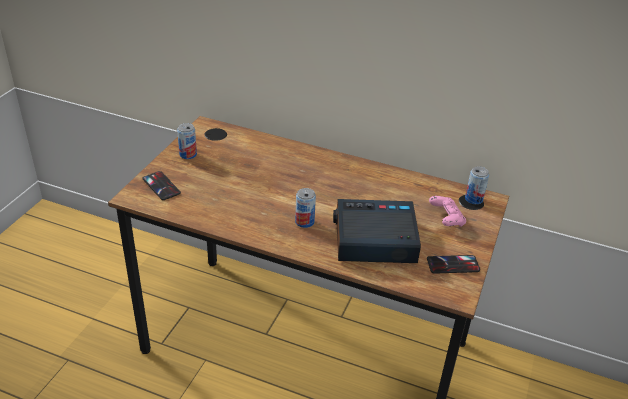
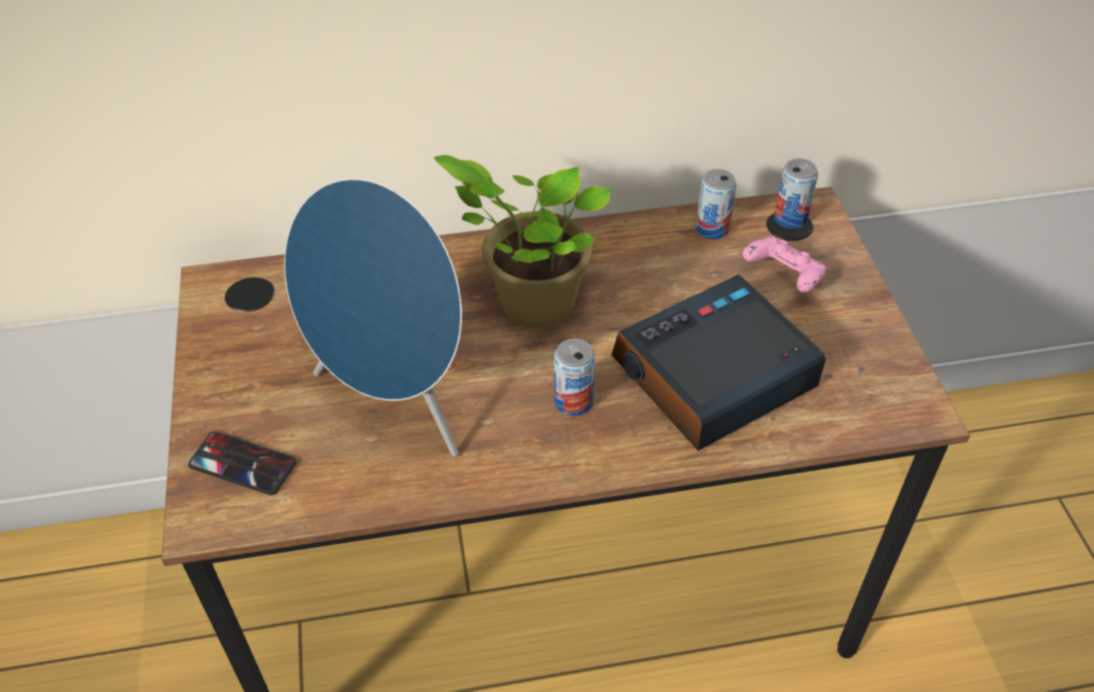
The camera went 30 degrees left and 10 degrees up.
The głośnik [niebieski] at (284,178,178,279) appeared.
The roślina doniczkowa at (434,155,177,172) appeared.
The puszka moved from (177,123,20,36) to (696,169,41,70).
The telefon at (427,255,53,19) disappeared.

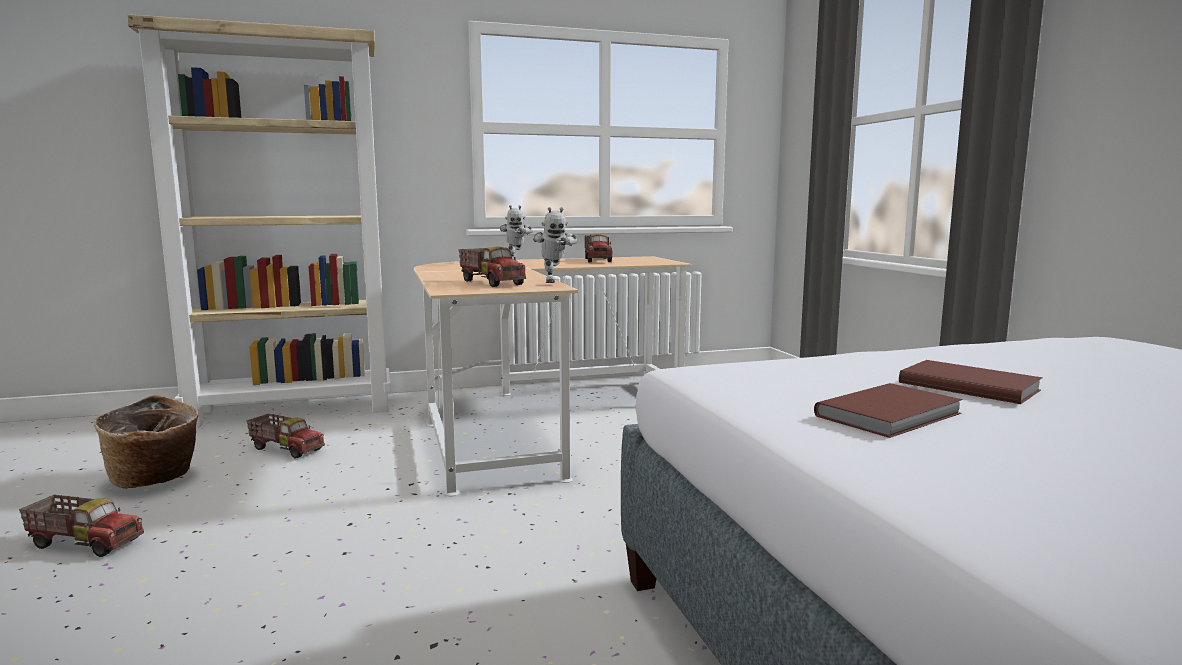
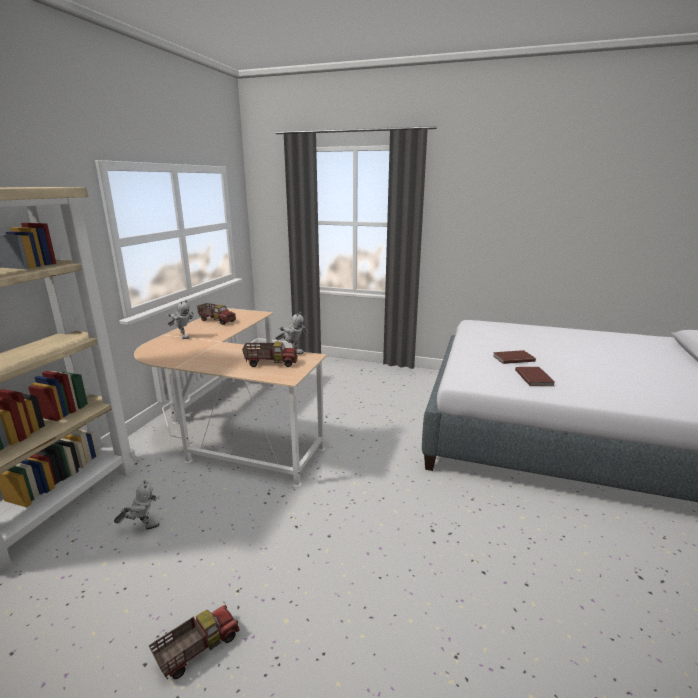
The camera went 55 degrees left and 10 degrees up.
The ciężarówka zabawkowa at (246,414,79,45) was replaced by the robot zabawkowy at (114,480,46,50).
The koszyk at (94,395,105,94) disappeared.

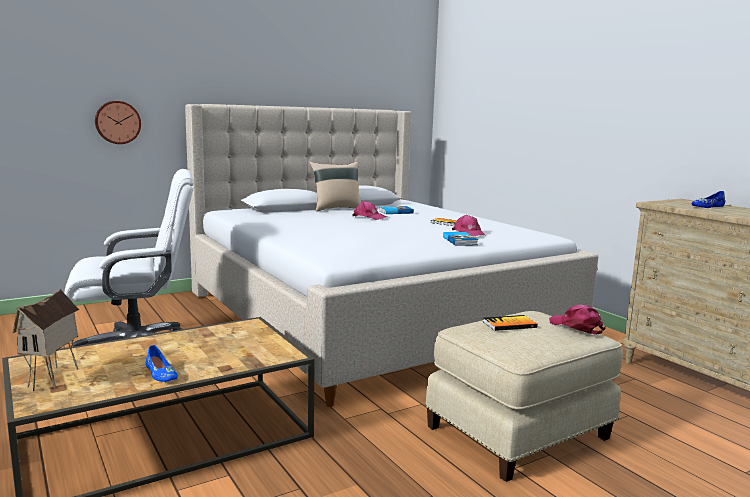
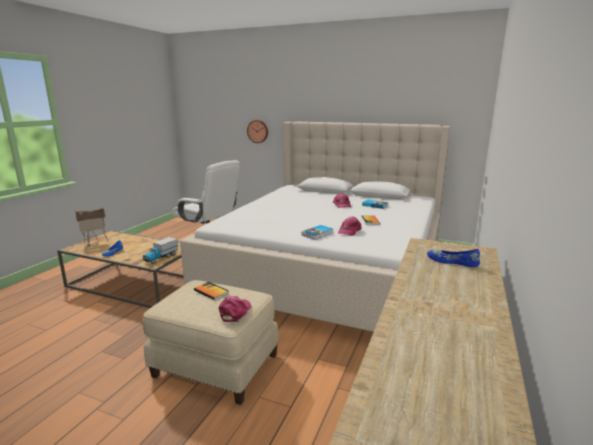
The camera went 55 degrees right and 5 degrees up.
The ciężarówka zabawkowa at (143,237,35,27) appeared.
The poduszka [beżowy] at (310,162,51,50) disappeared.

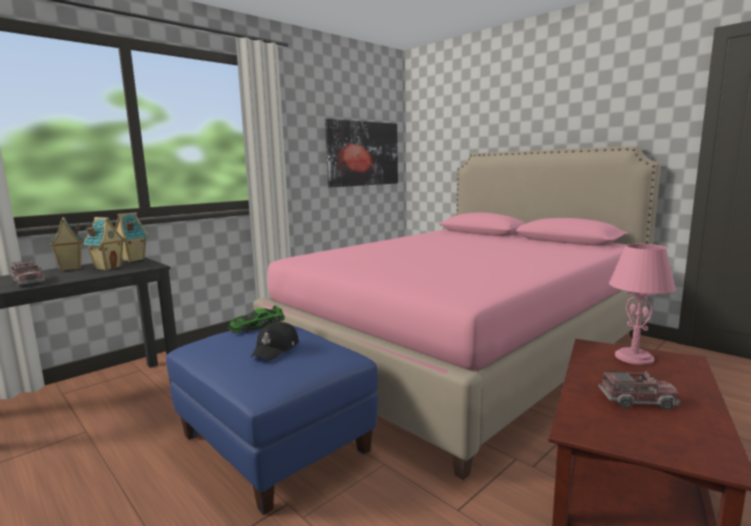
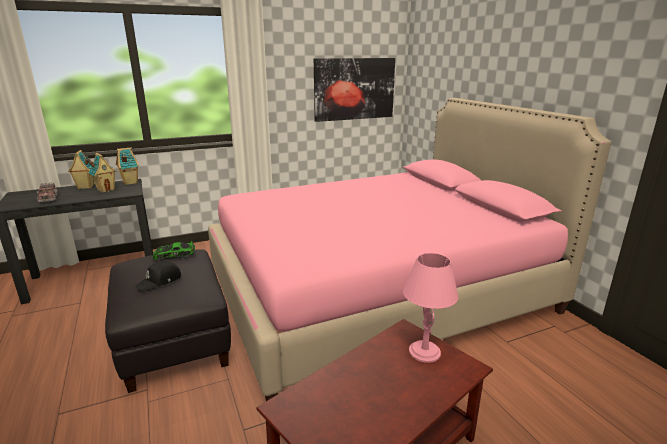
The camera went 20 degrees right and 10 degrees up.
The pufa [niebieski] at (166,325,212,190) became the pufa [czarny] at (105,249,126,144).
The ciężarówka zabawkowa at (598,371,82,39) disappeared.

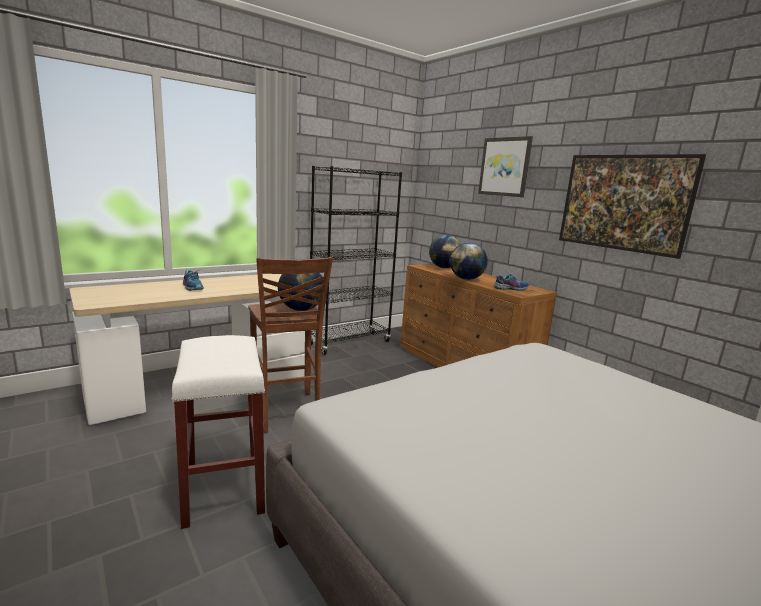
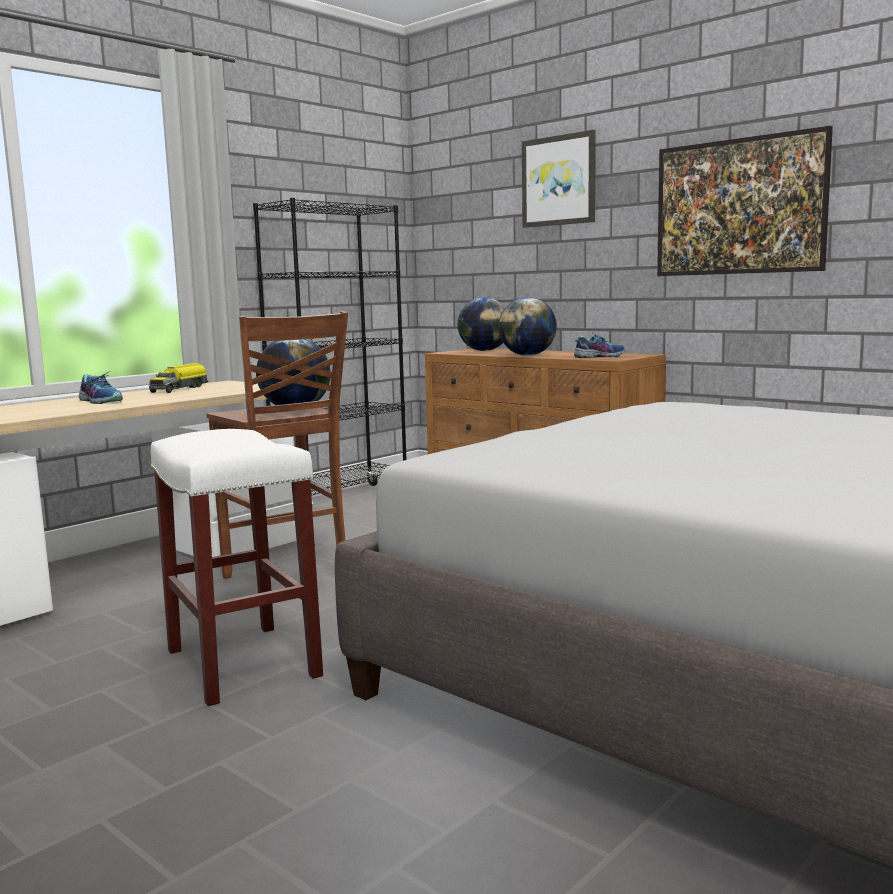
The camera went 10 degrees left and 5 degrees down.
The ciężarówka zabawkowa at (149,363,59,30) appeared.

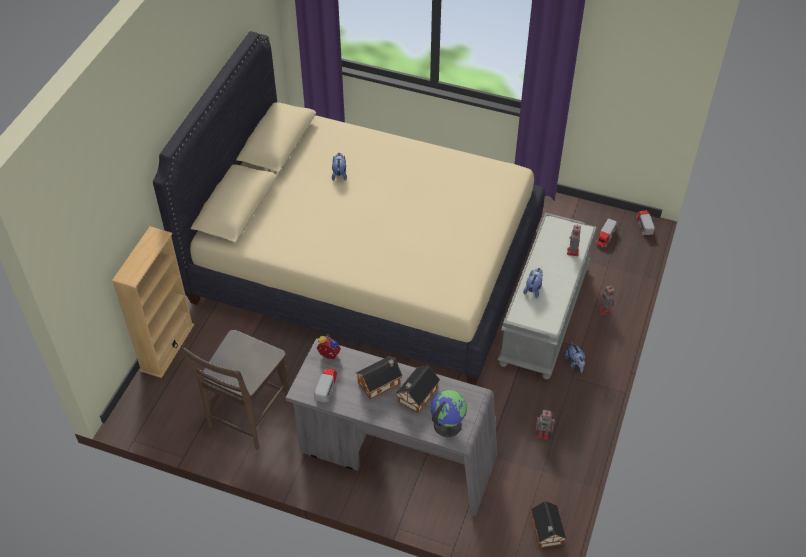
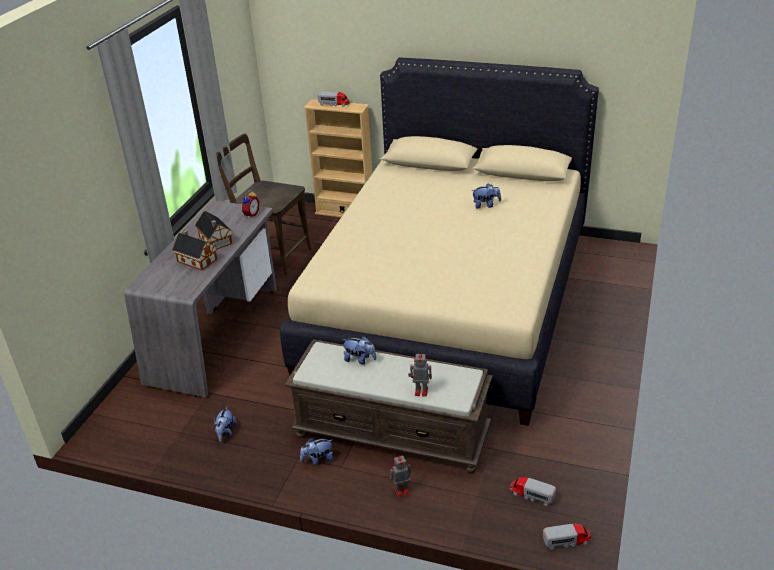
The camera went 90 degrees right and 15 degrees down.
The robot zabawkowy at (536,410,19,30) was replaced by the pluszak at (214,407,23,35).
The ławka [szary] at (498,213,99,167) became the ławka [brązowy] at (285,339,208,134).
The ciężarówka zabawkowa moved from (314,368,24,35) to (318,91,32,16).
The globus at (431,390,36,47) disappeared.
The domek at (531,501,35,47) disappeared.

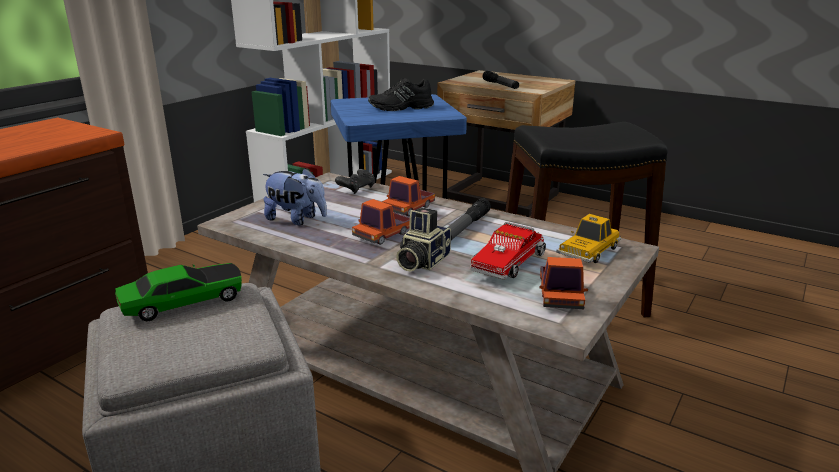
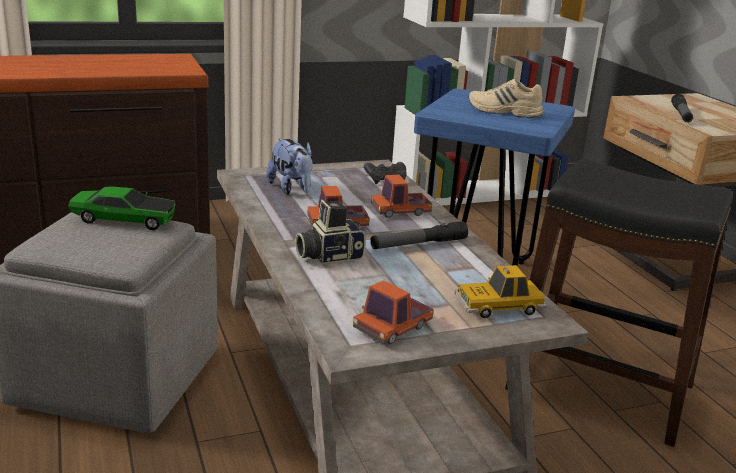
The camera went 35 degrees right and 0 degrees up.
The but [czarny] at (368,78,66,33) became the but [beżowy] at (469,79,75,39).
The ciężarówka zabawkowa at (470,222,76,58) disappeared.

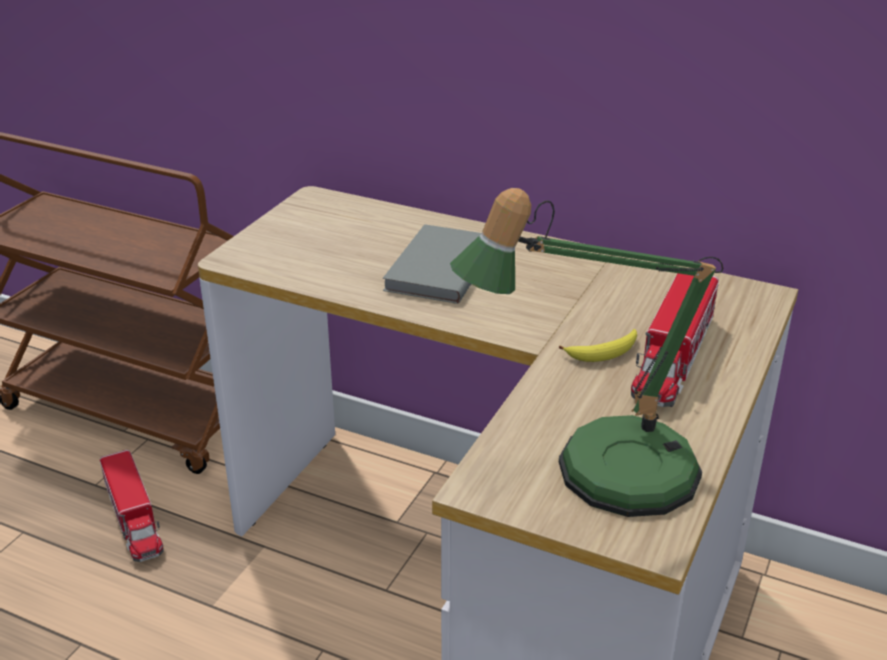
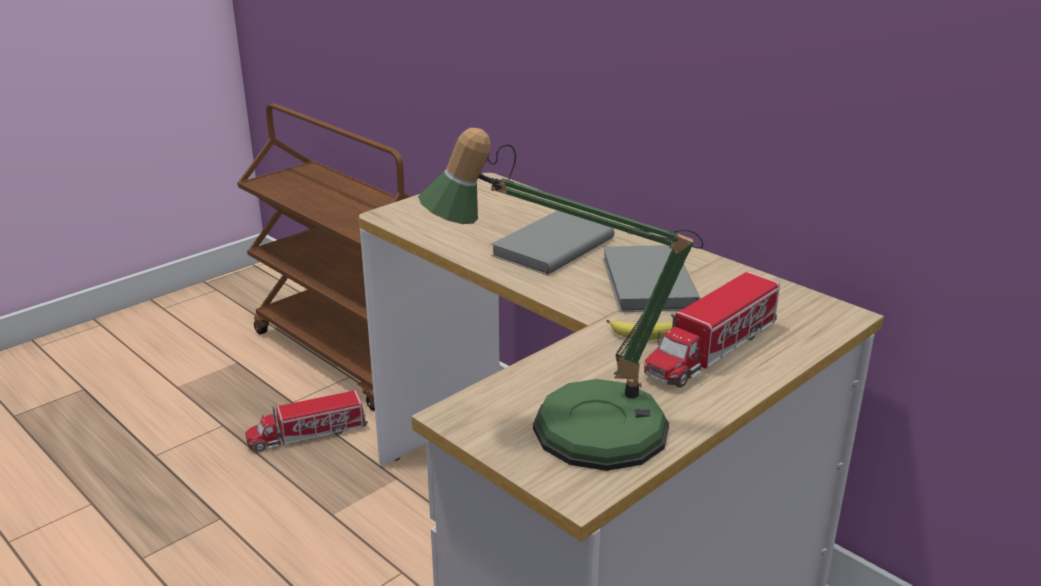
The camera went 20 degrees right and 5 degrees down.
The ciężarówka zabawkowa at (100,450,63,112) turned 75 degrees clockwise.
The książka [szary] at (603,245,97,67) appeared.

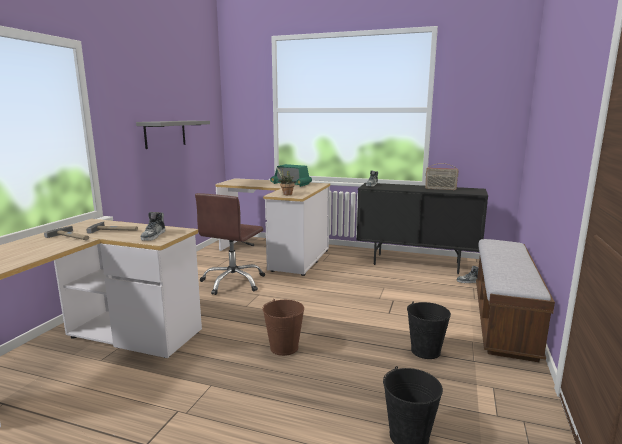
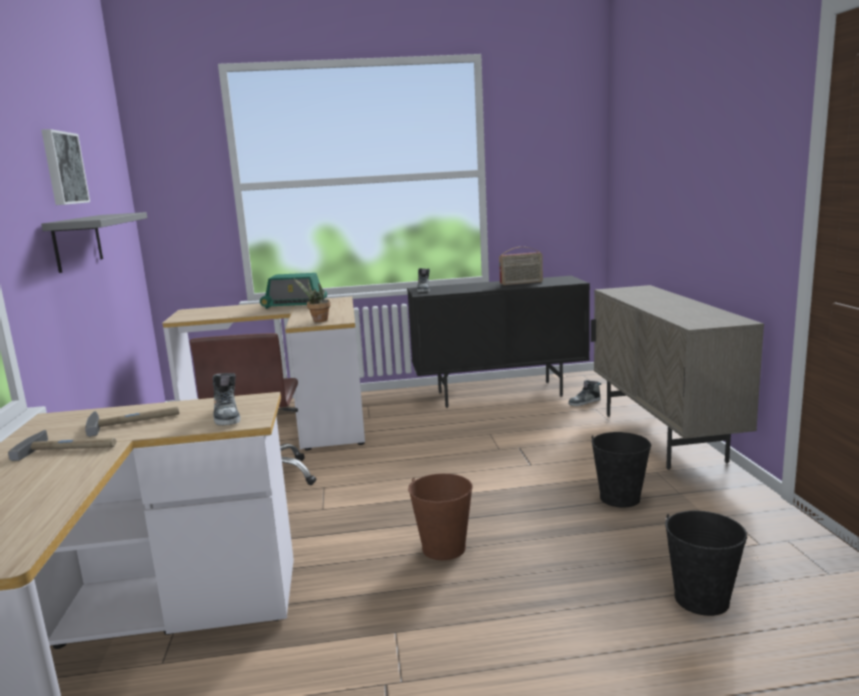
The camera went 25 degrees left and 0 degrees up.
The obraz at (41,129,49,76) appeared.
The ławka at (476,239,79,123) was replaced by the szafka [beżowy] at (591,285,173,185).

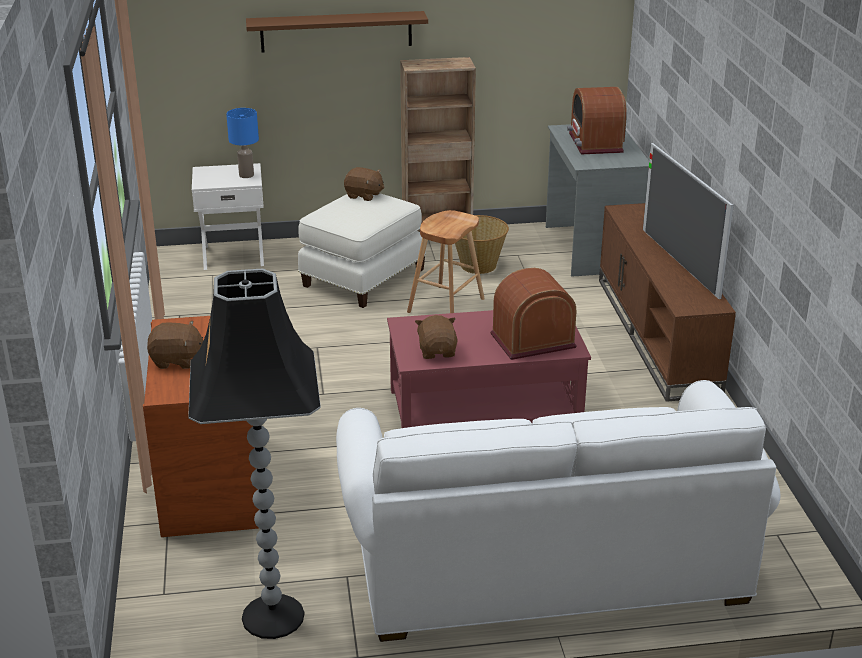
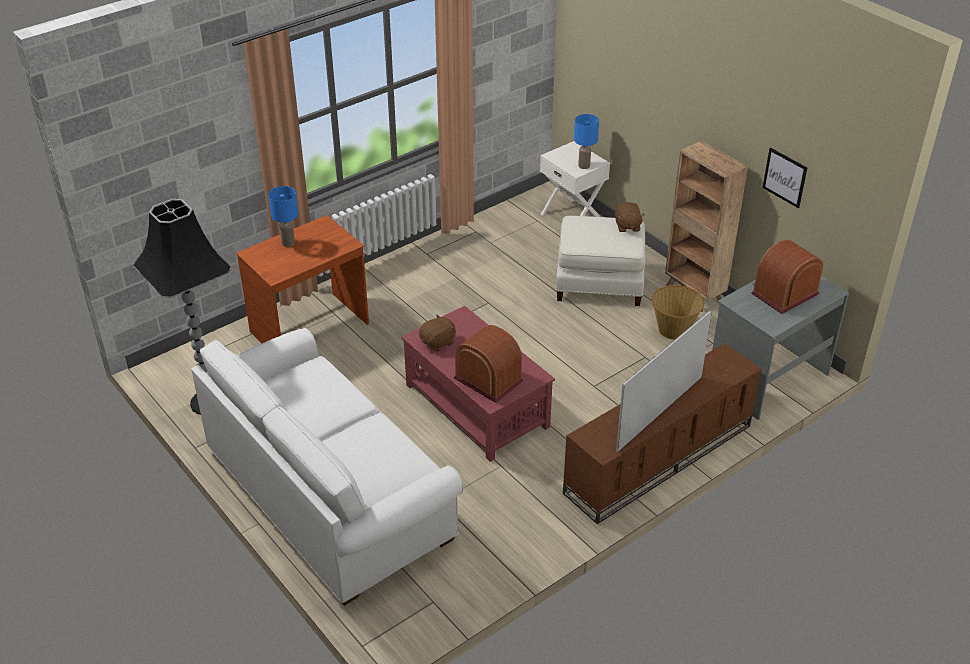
The camera went 60 degrees right and 10 degrees up.
The pluszak [brązowy] at (147,321,56,48) was replaced by the lampa stołowa [niebieski] at (268,186,30,61).
The obraz at (762,148,45,60) appeared.
The półka [brązowy] at (246,11,182,41) disappeared.
The stołek [brązowy] at (407,210,78,103) disappeared.

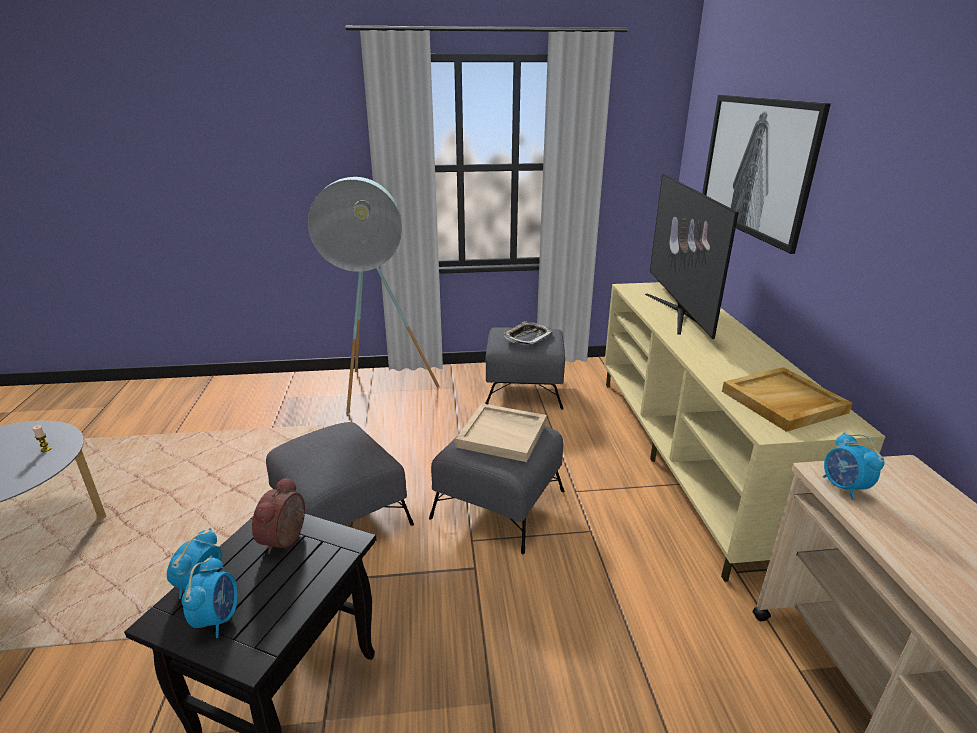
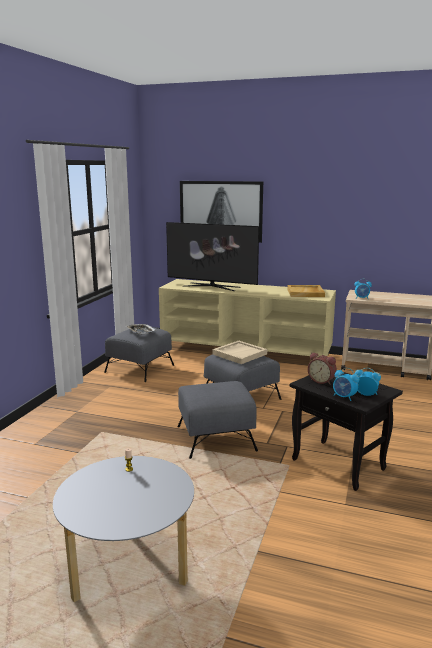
The camera went 65 degrees left and 10 degrees down.
The lampa stojąca [turkusowy] at (308,177,131,238) disappeared.

